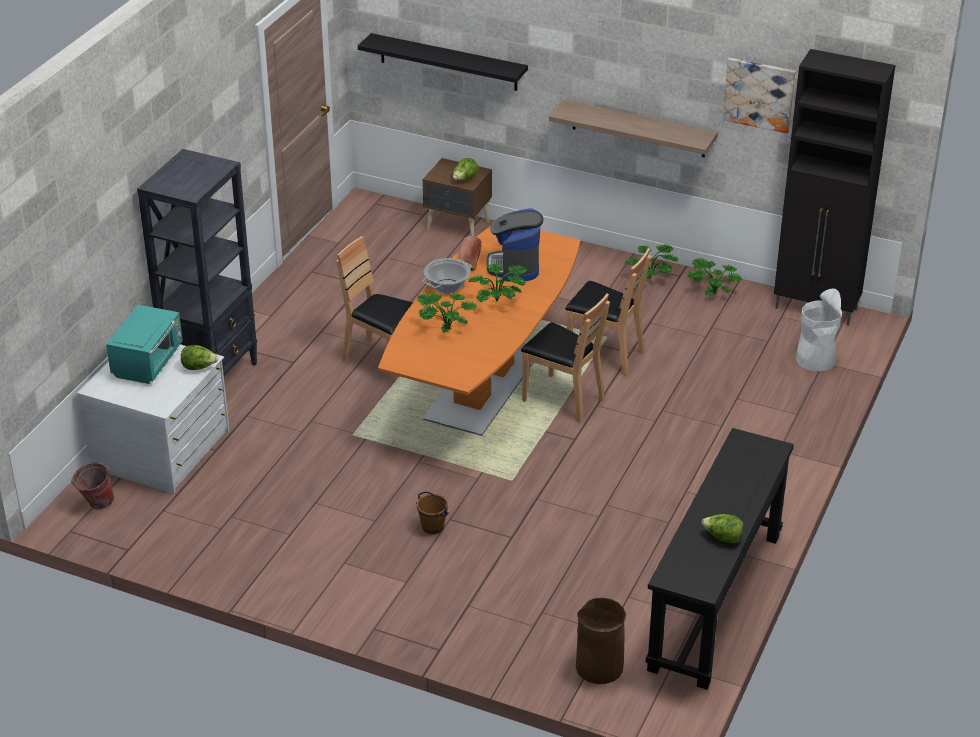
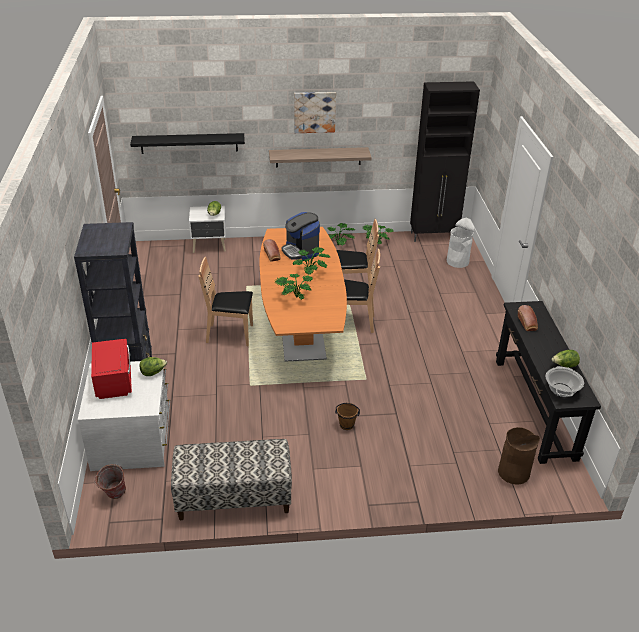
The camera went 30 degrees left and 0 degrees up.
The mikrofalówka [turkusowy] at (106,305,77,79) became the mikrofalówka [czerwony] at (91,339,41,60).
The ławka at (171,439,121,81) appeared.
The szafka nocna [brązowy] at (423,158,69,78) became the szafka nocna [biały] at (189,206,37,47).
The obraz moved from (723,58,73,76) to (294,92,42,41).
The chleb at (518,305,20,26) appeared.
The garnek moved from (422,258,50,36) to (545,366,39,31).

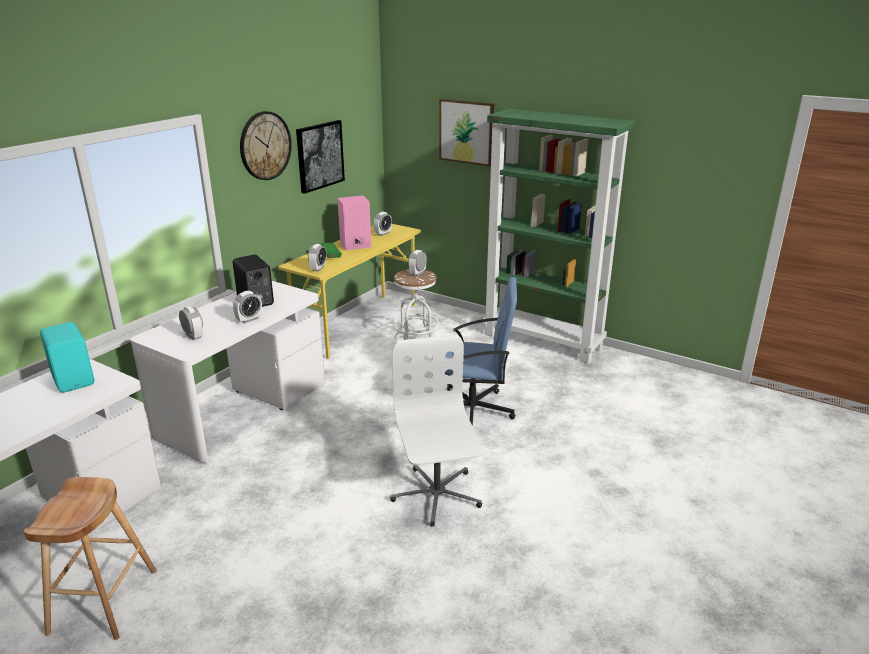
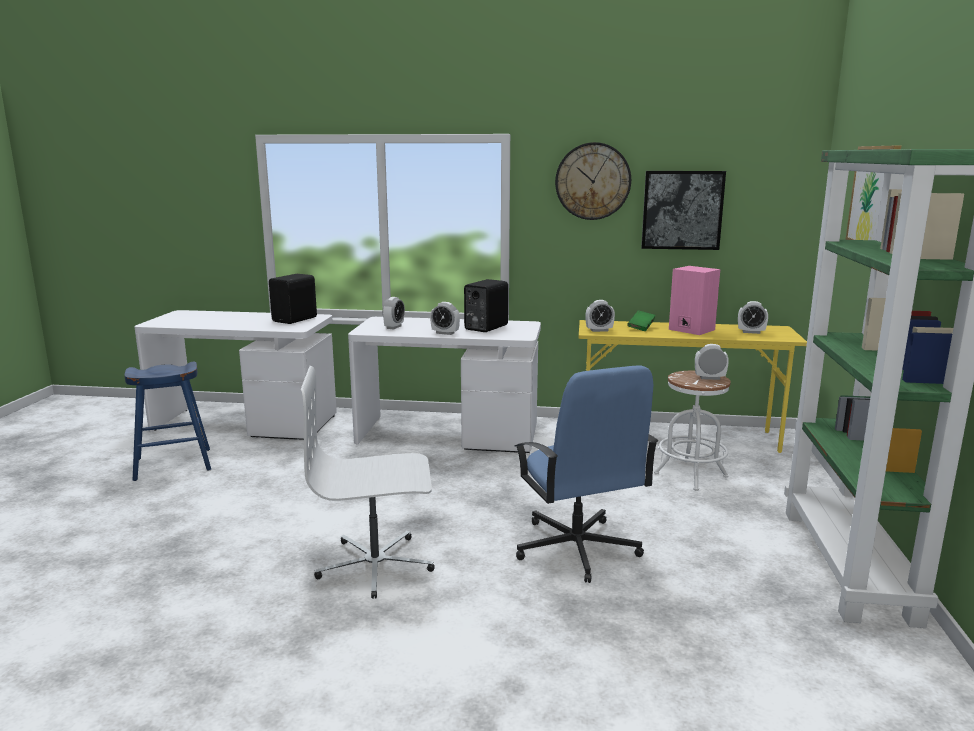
The camera went 65 degrees right and 10 degrees down.
The stołek [brązowy] at (24,477,133,163) became the stołek [niebieski] at (124,362,87,119).
The głośnik [turkusowy] at (40,322,55,71) became the głośnik [czarny] at (269,274,48,50).
The krzesło biurowe [biały] at (390,335,93,192) turned 150 degrees counterclockwise.

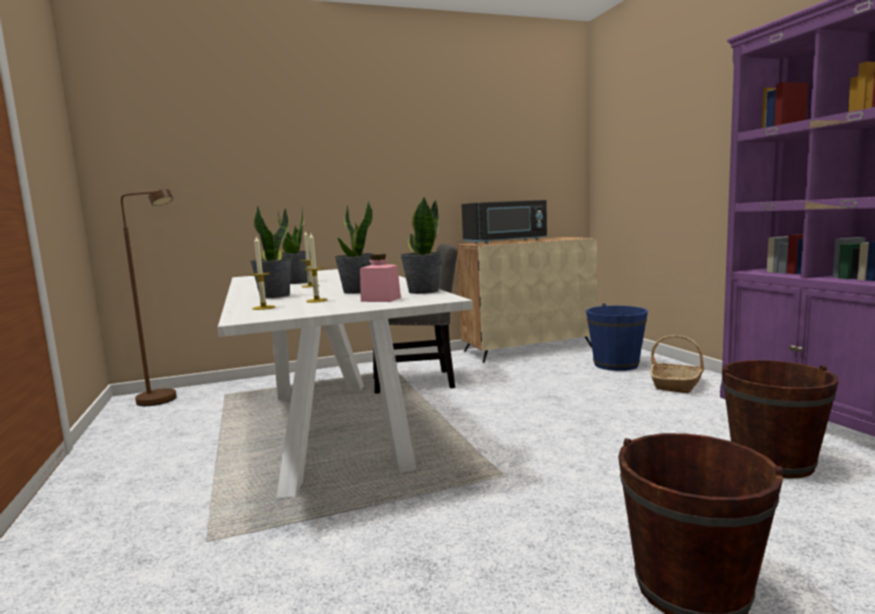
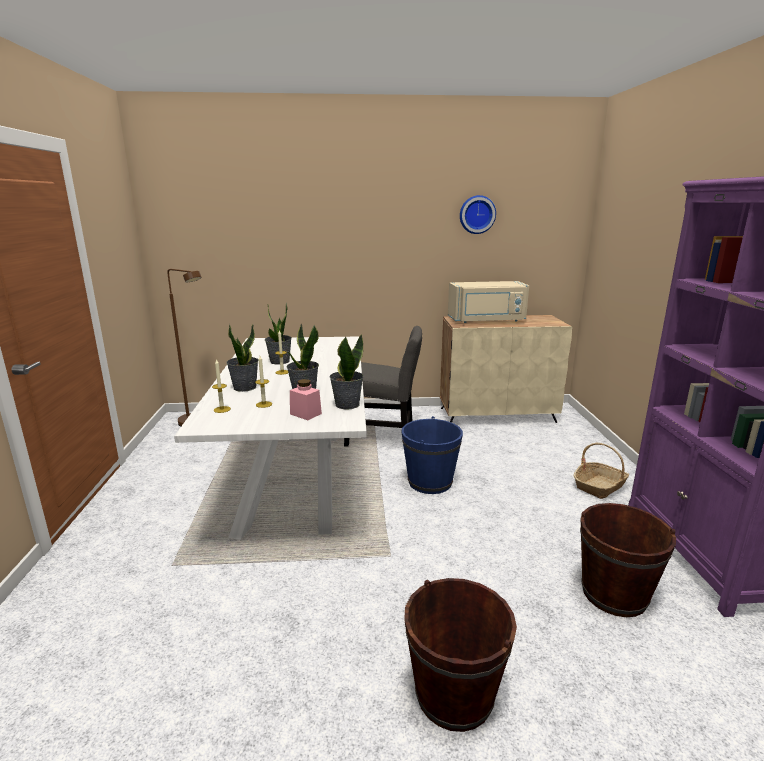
The camera went 15 degrees right and 10 degrees up.
The wiadro [niebieski] moved from (586,303,62,68) to (401,416,62,78).
The mikrofalówka [czarny] at (462,200,85,44) became the mikrofalówka [beżowy] at (448,281,81,42).
The zegar ścienny at (460,195,36,39) appeared.

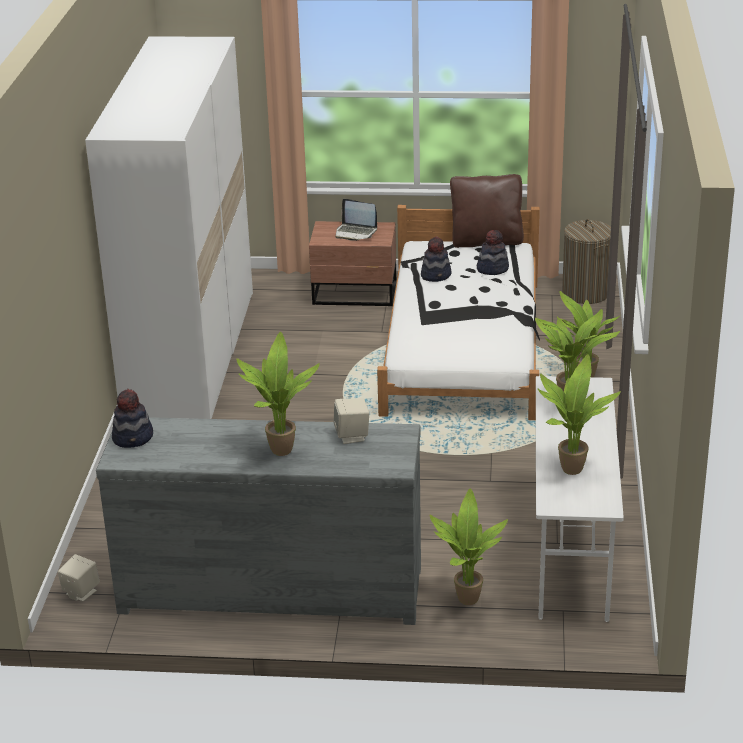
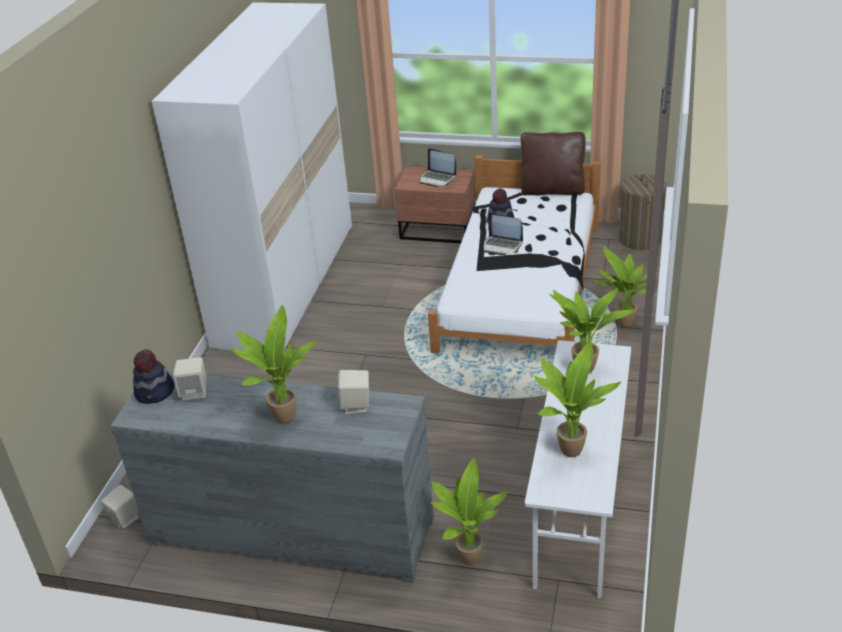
The camera went 10 degrees right and 5 degrees up.
The głośnik [beżowy] at (173,357,34,44) appeared.
The laptop at (483,213,40,42) appeared.
The kapelusz at (477,230,32,45) disappeared.

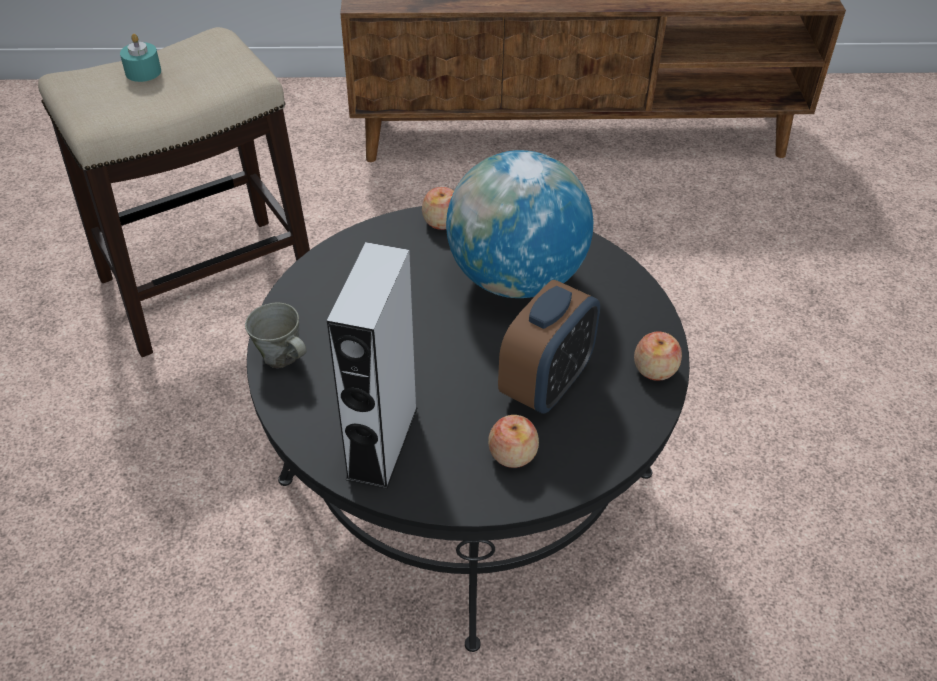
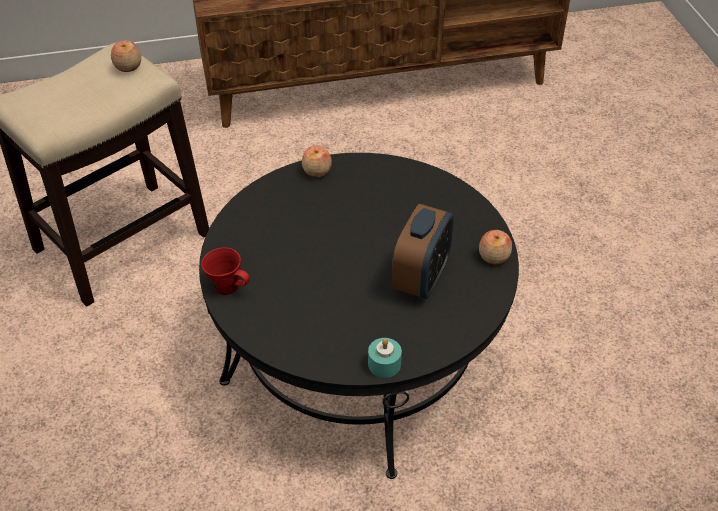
The camera went 10 degrees left and 0 degrees up.
The jabłko moved from (488,415,51,53) to (111,40,30,32).
The kubek [szary] at (245,303,61,65) became the kubek [czerwony] at (201,247,49,49).
The świeca [turkusowy] moved from (120,34,41,48) to (368,338,34,40).
The głośnik [szary] at (327,242,90,247) disappeared.
The globus at (446,150,147,148) disappeared.

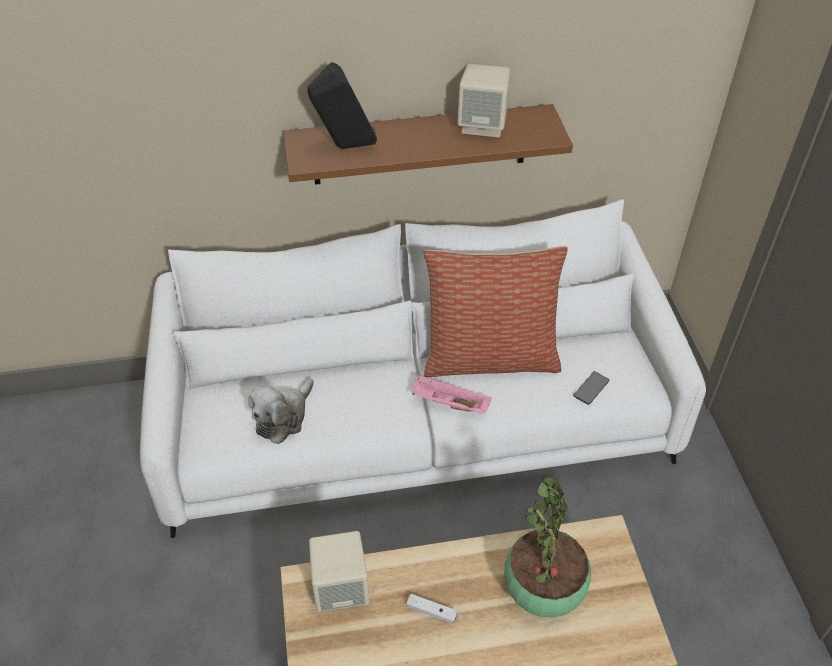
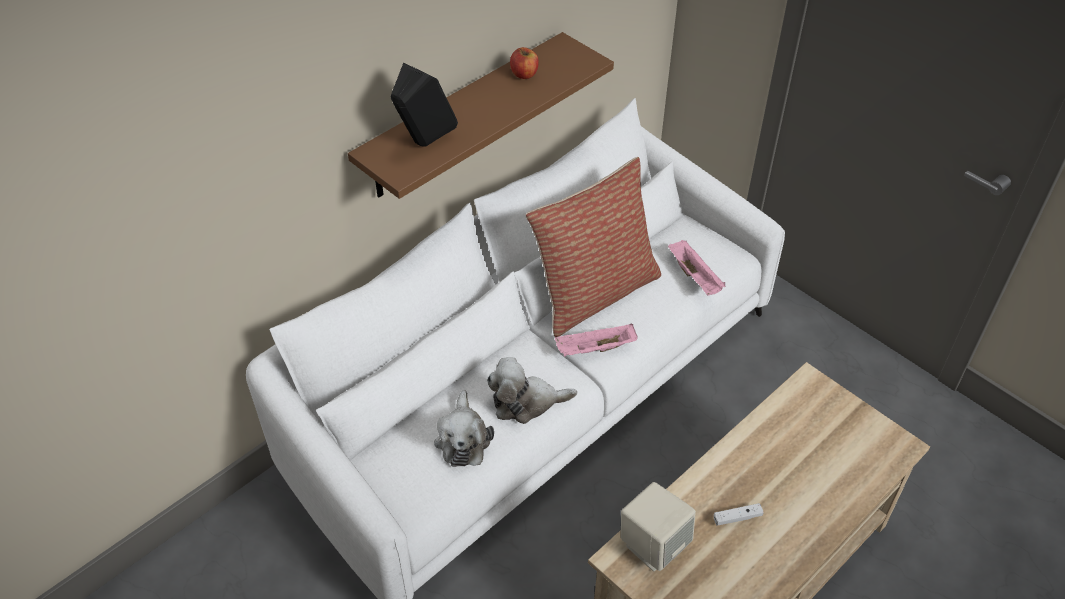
The camera went 35 degrees left and 0 degrees up.
The pluszak at (487,357,90,67) appeared.
The głośnik [beżowy] at (457,64,54,73) was replaced by the jabłko at (510,47,29,32).
The telefon at (573,371,36,34) was replaced by the taca [różowy] at (668,240,57,56).
The roślina doniczkowa at (505,477,86,140) disappeared.

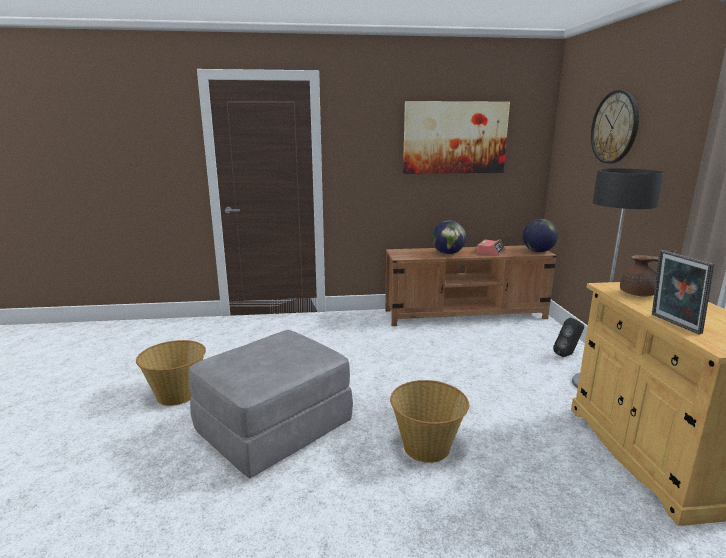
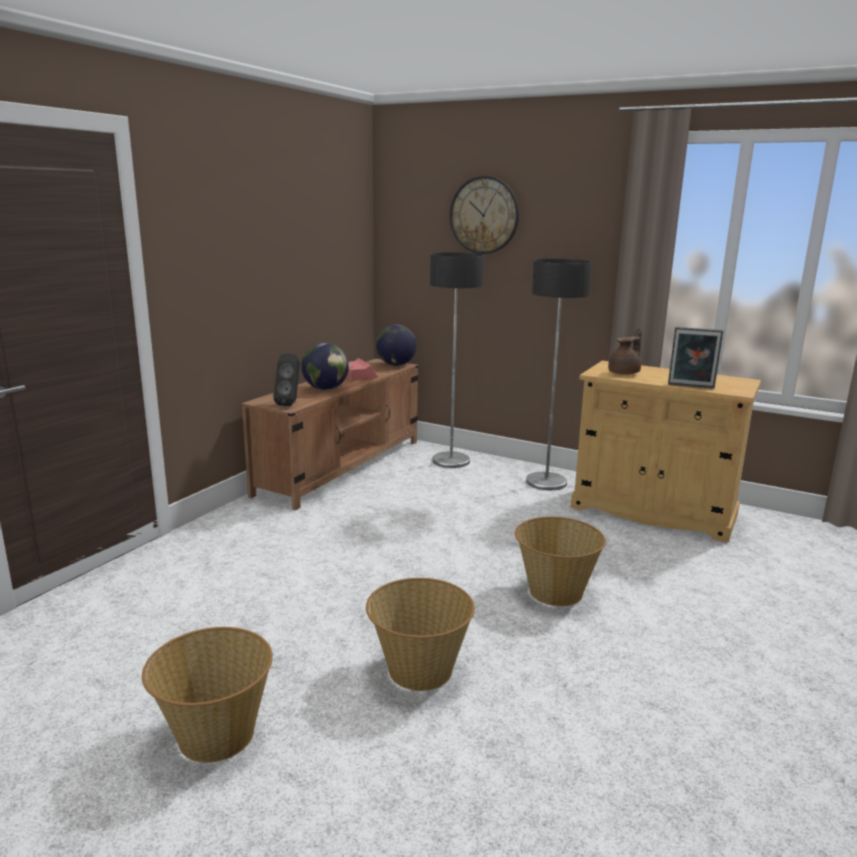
The camera went 55 degrees left and 0 degrees up.
The głośnik [czarny] moved from (553,318,31,39) to (273,354,27,52).
The pufa [szary] at (189,330,164,148) was replaced by the koszyk at (366,578,109,113).
The lampa stojąca at (430,252,54,216) appeared.
The obraz at (403,101,107,73) disappeared.

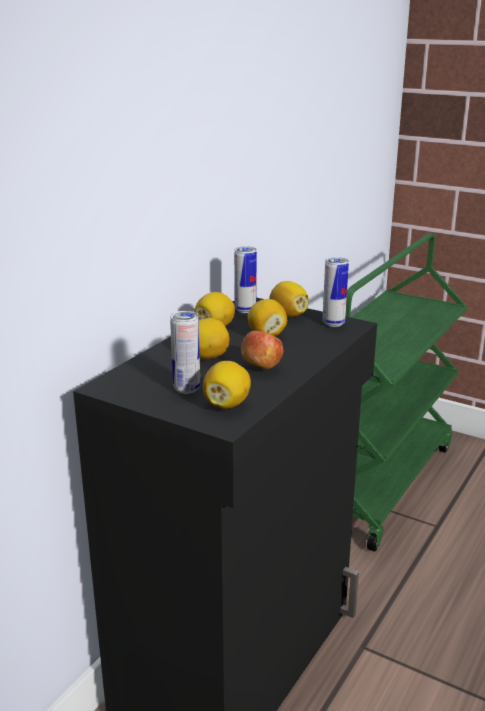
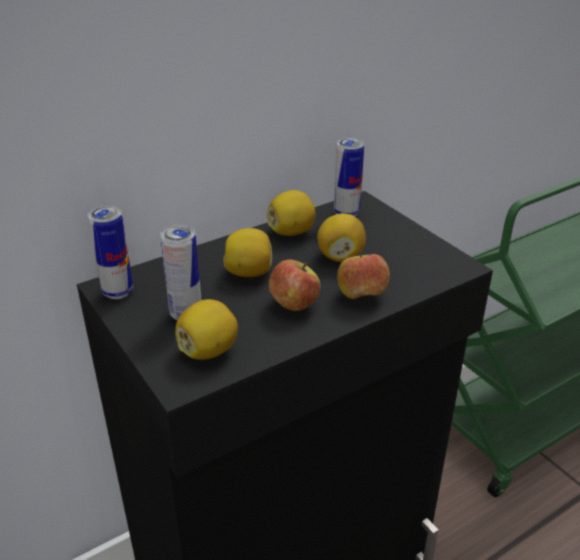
The camera went 25 degrees right and 10 degrees up.
The puszka moved from (323,257,26,70) to (88,205,45,94).
The jabłko at (337,251,53,48) appeared.
The cytryna at (269,281,40,36) disappeared.

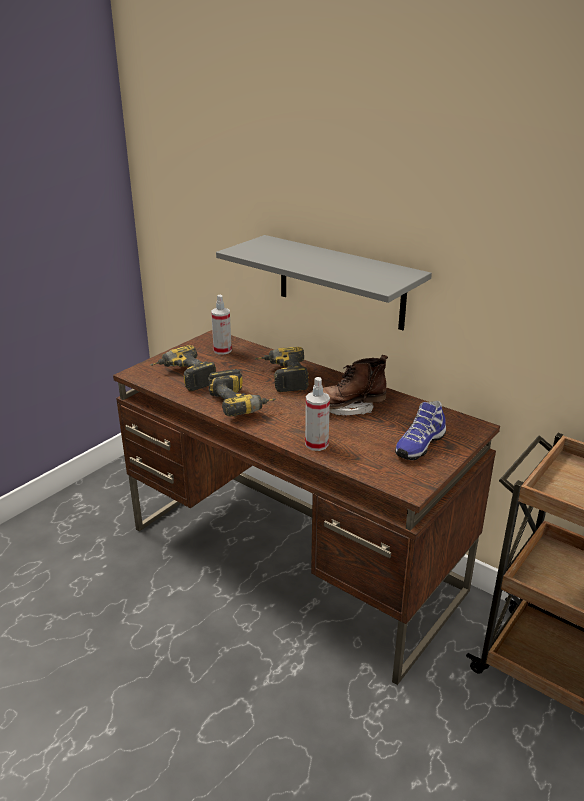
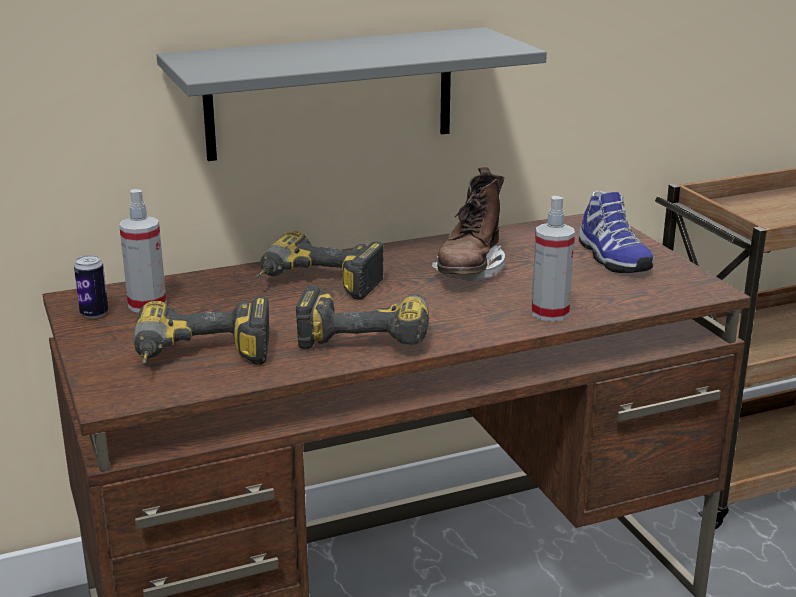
The camera went 60 degrees left and 5 degrees down.
The puszka at (74,255,34,63) appeared.

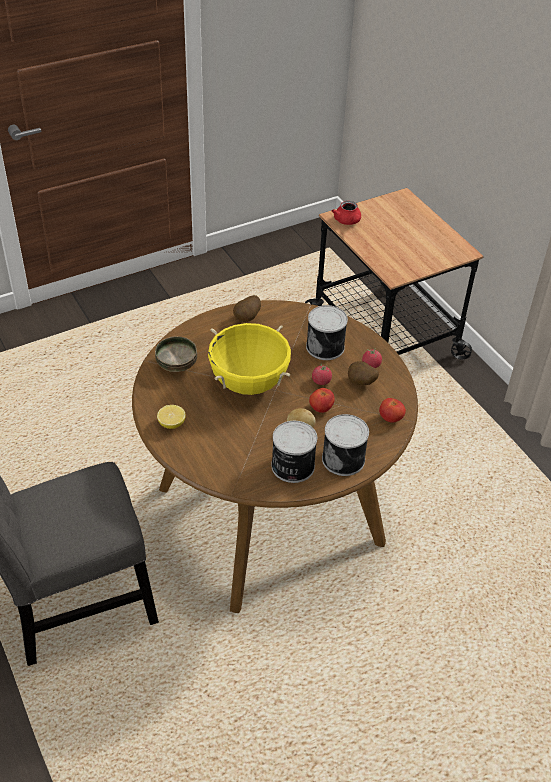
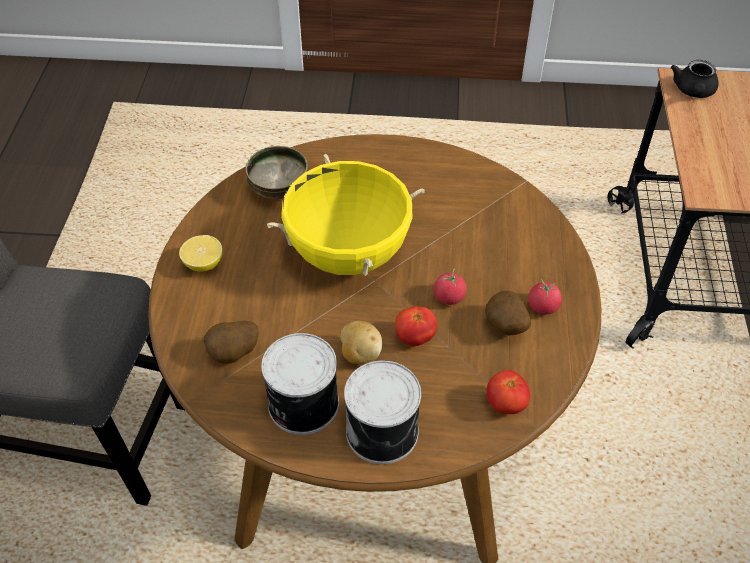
The camera went 35 degrees right and 5 degrees up.
The ziemniak moved from (233,295,28,27) to (203,321,56,43).
The imbryk [czerwony] at (332,201,29,24) became the imbryk [czarny] at (671,60,47,38).
The puszka at (306,305,42,55) disappeared.

